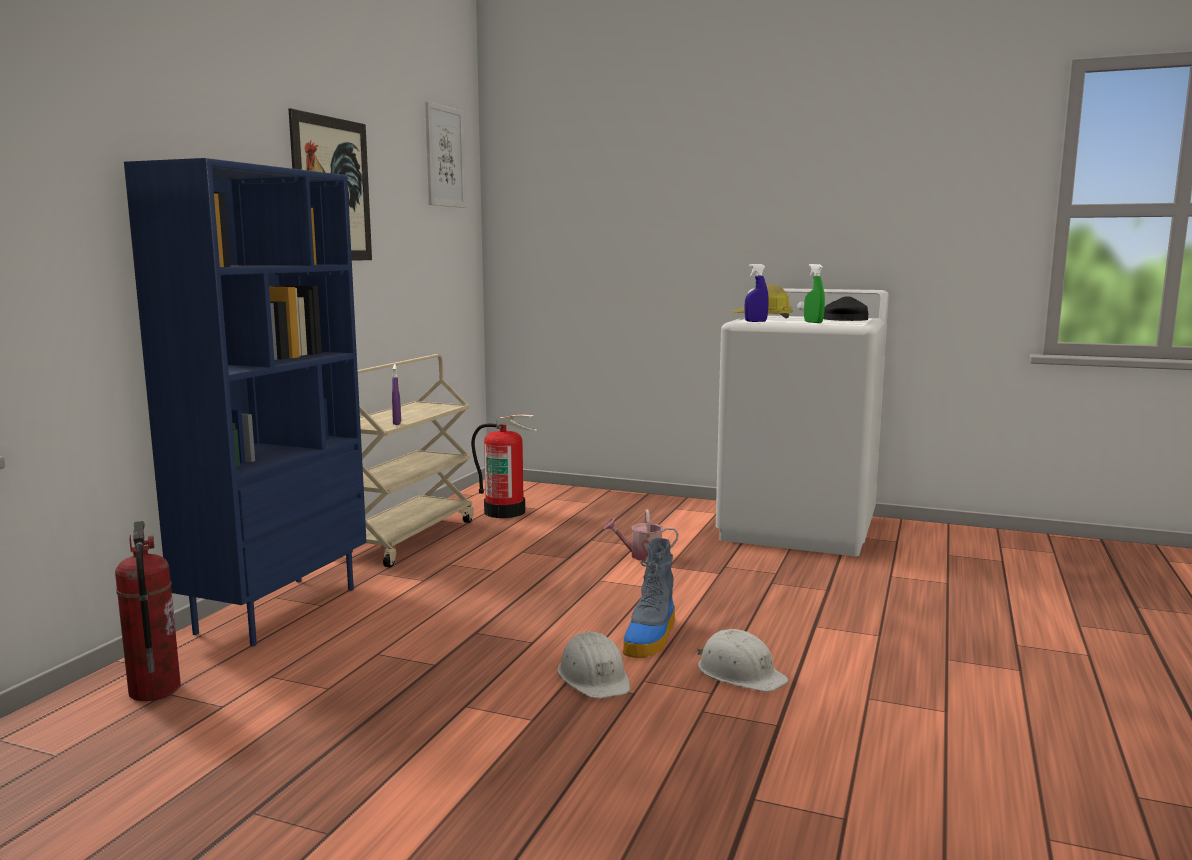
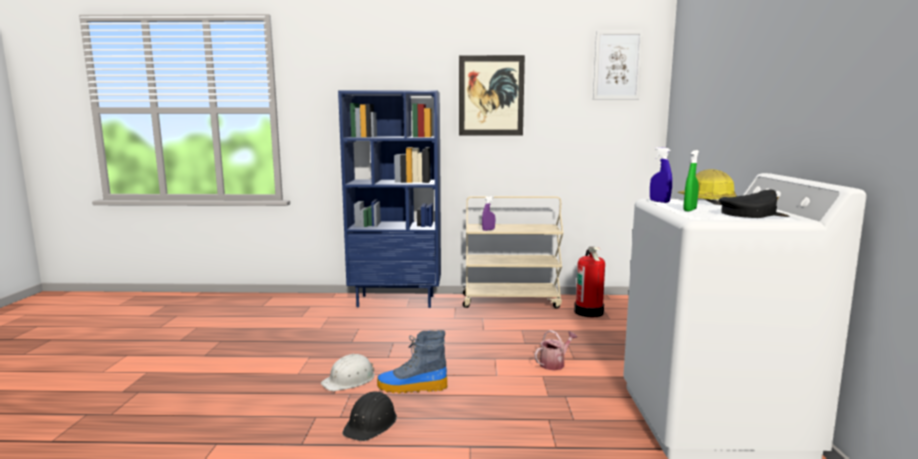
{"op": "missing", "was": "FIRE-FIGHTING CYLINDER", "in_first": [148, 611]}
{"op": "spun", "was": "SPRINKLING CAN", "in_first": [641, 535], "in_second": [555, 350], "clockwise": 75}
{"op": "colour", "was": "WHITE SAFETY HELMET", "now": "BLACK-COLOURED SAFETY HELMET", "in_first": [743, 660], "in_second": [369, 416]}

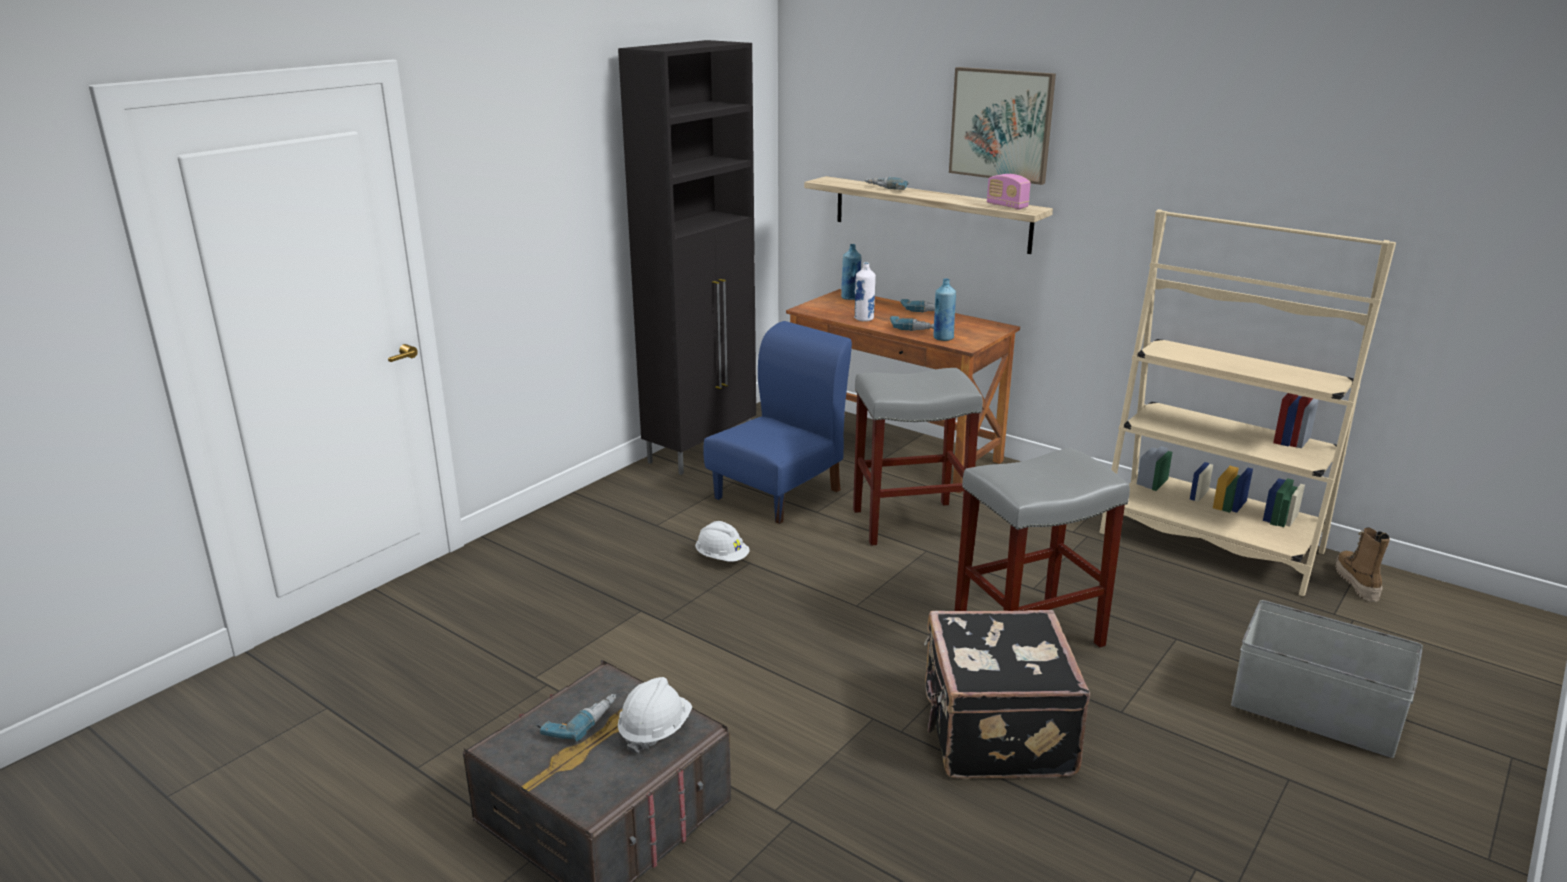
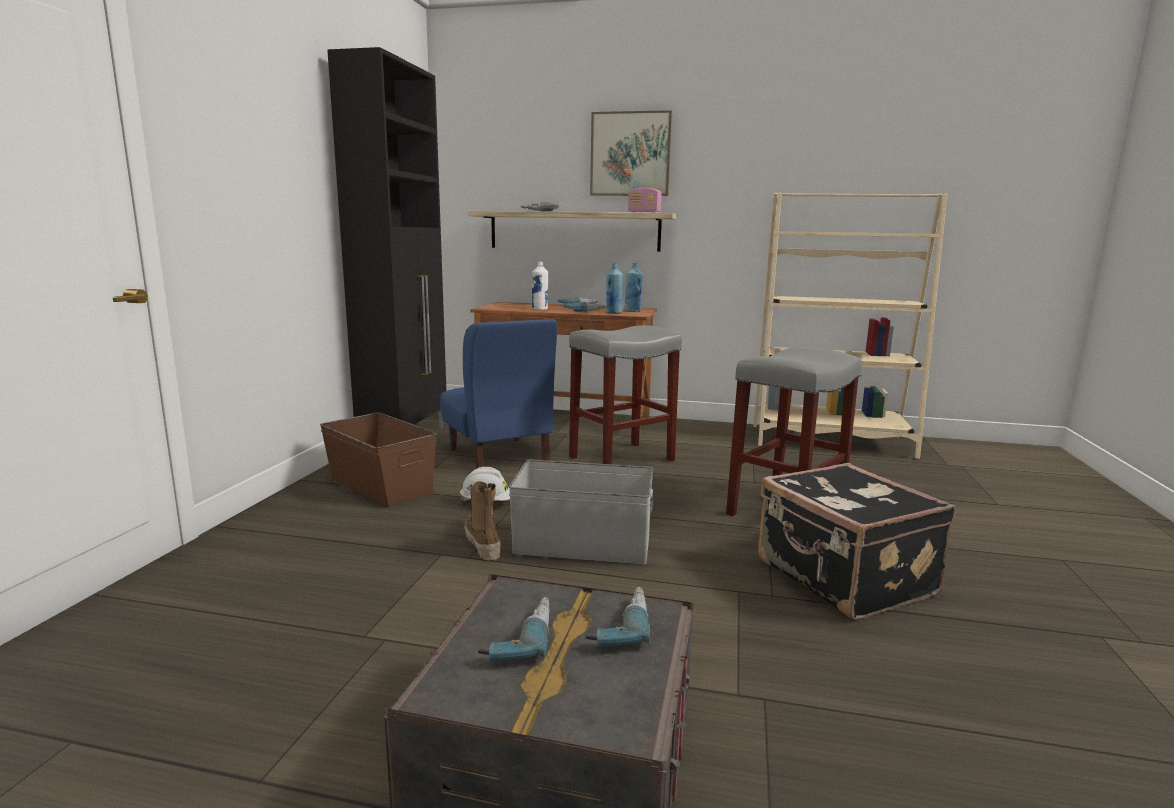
{"op": "exchanged", "was": "WHITE SAFETY HELMET", "now": "DRILL", "in_first": [655, 715], "in_second": [617, 616]}
{"op": "spun", "was": "BLUE-COLOURED CHAIR", "in_first": [778, 422], "in_second": [498, 394], "clockwise": 135}
{"op": "relocated", "was": "BLUE-COLOURED BOTTLE", "in_first": [851, 272], "in_second": [633, 287]}
{"op": "relocated", "was": "GREYISH STORAGE CONTAINER", "in_first": [1327, 679], "in_second": [581, 512]}
{"op": "relocated", "was": "BOOT", "in_first": [1362, 565], "in_second": [483, 521]}
{"op": "appeared", "now": "BROWN-COLOURED STORAGE CONTAINER", "in_second": [378, 460]}

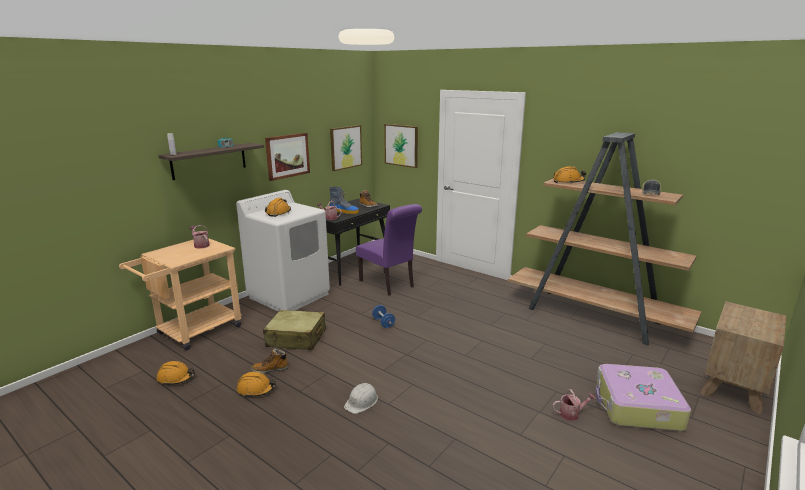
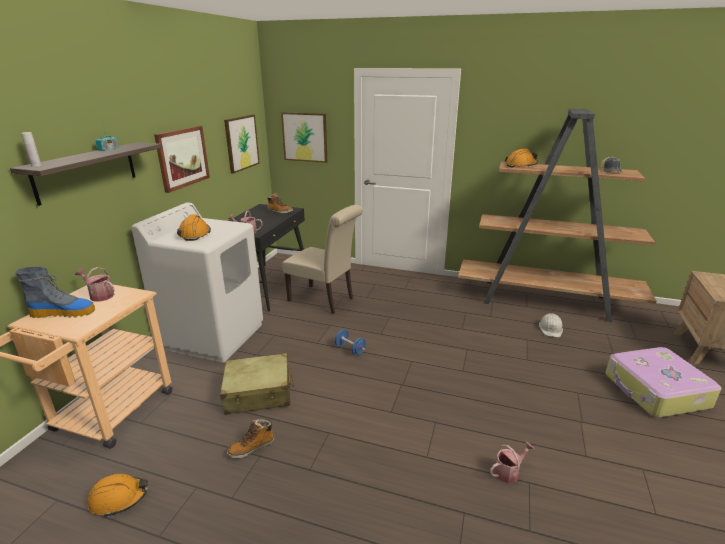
{"op": "missing", "was": "ORANGE-COLOURED SAFETY HELMET", "in_first": [256, 385]}
{"op": "relocated", "was": "BOOT", "in_first": [344, 200], "in_second": [55, 292]}
{"op": "relocated", "was": "WHITE SAFETY HELMET", "in_first": [361, 398], "in_second": [551, 325]}
{"op": "colour", "was": "PURPLE-COLOURED CHAIR", "now": "BEIGE-COLOURED CHAIR", "in_first": [389, 250], "in_second": [322, 259]}
{"op": "relocated", "was": "SPRINKLING CAN", "in_first": [574, 405], "in_second": [512, 462]}

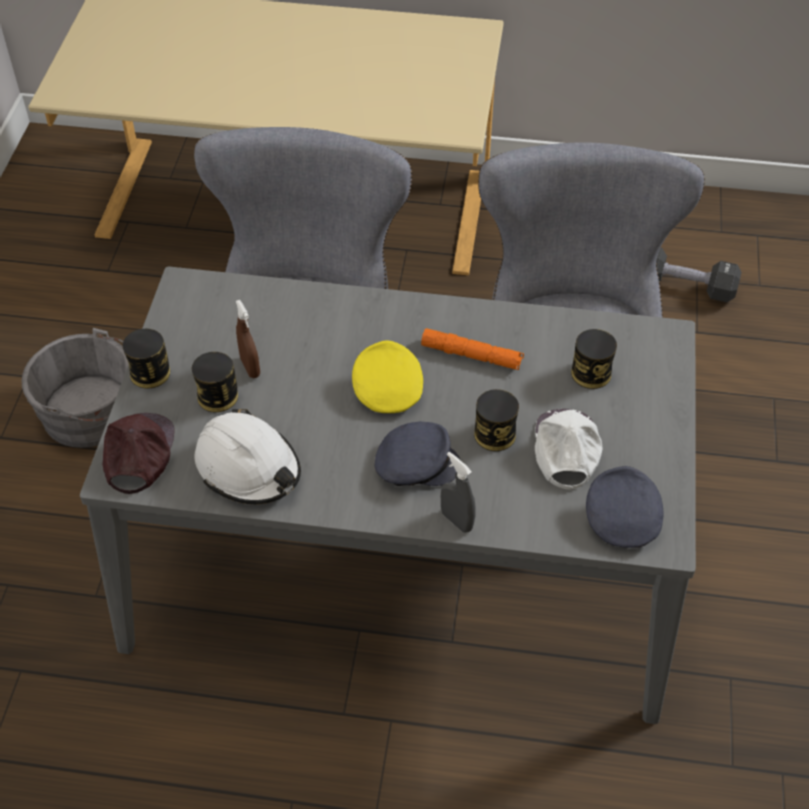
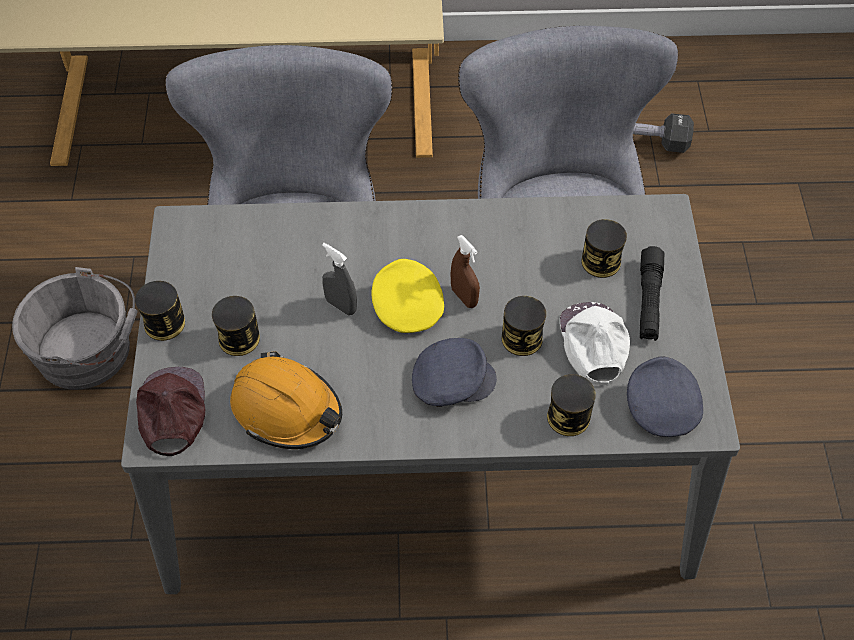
{"op": "colour", "was": "WHITE SAFETY HELMET", "now": "ORANGE-COLOURED SAFETY HELMET", "in_first": [248, 456], "in_second": [286, 400]}
{"op": "relocated", "was": "BROWN-COLOURED HAND SPRAYER", "in_first": [248, 339], "in_second": [465, 271]}
{"op": "missing", "was": "ORANGE-COLOURED HAND TORCH", "in_first": [472, 349]}
{"op": "relocated", "was": "GREYISH HAND SPRAYER", "in_first": [458, 492], "in_second": [339, 279]}
{"op": "appeared", "now": "CAN", "in_second": [571, 405]}
{"op": "appeared", "now": "BLACK-COLOURED HAND TORCH", "in_second": [652, 293]}

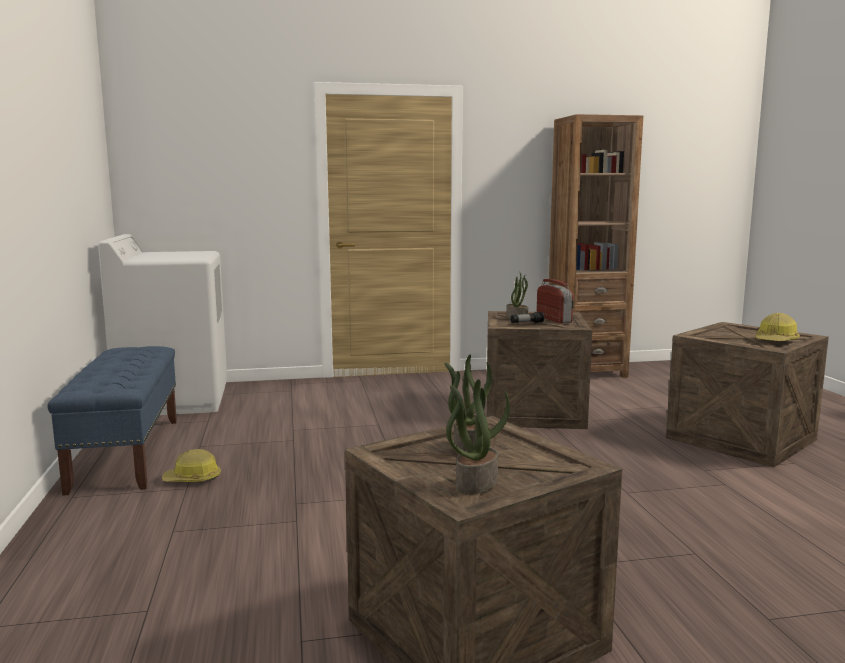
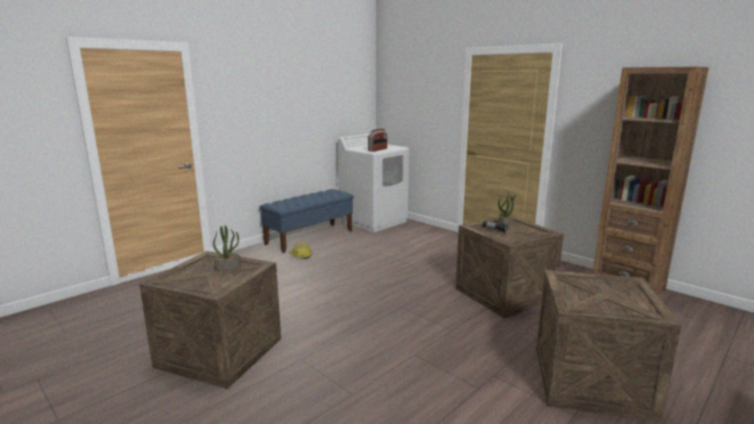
{"op": "missing", "was": "POTTED PLANT", "in_first": [478, 436]}
{"op": "relocated", "was": "RADIO", "in_first": [555, 301], "in_second": [377, 140]}
{"op": "missing", "was": "SAFETY HELMET", "in_first": [778, 327]}

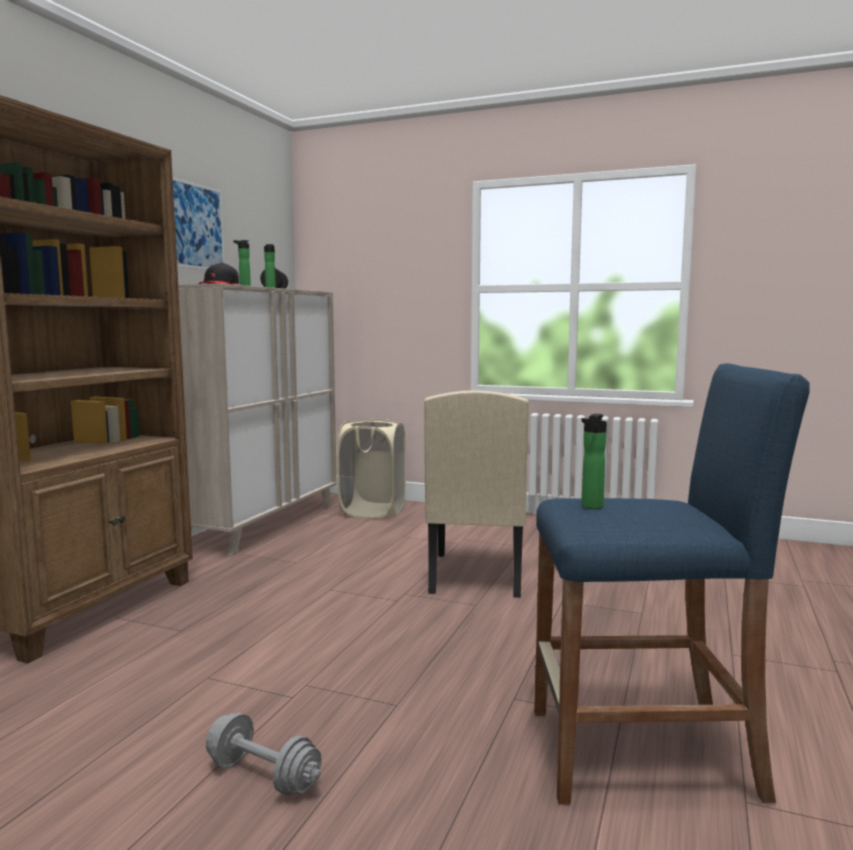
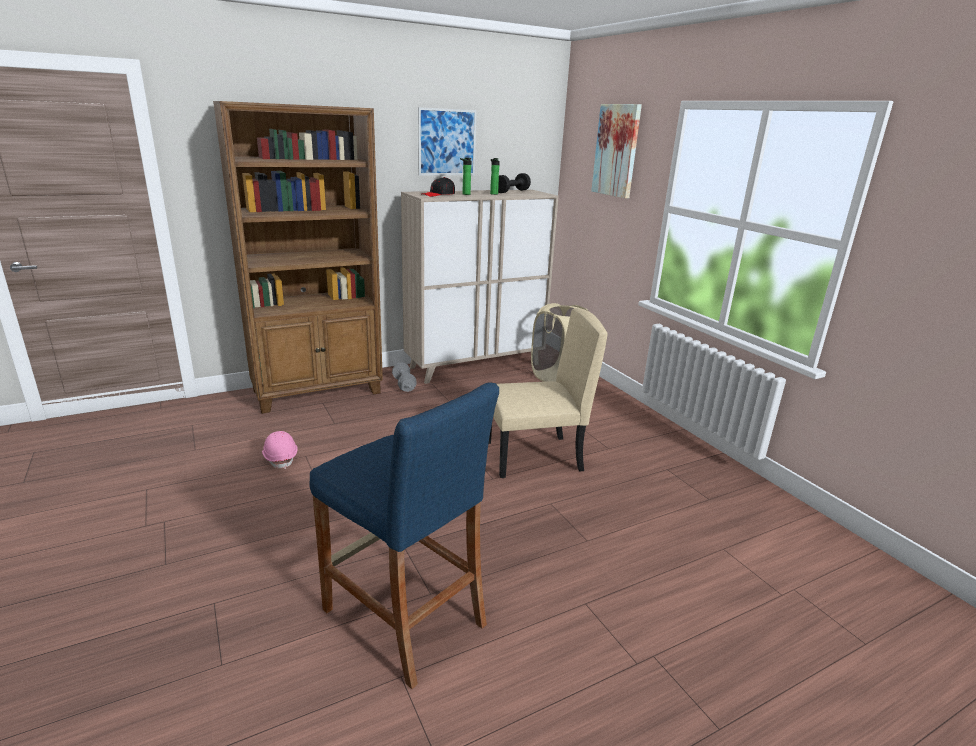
{"op": "relocated", "was": "GREYISH FREE WEIGHT", "in_first": [264, 753], "in_second": [404, 377]}
{"op": "spun", "was": "BEIGE-COLOURED CHAIR", "in_first": [476, 494], "in_second": [548, 393], "clockwise": -150}
{"op": "missing", "was": "BOTTLE", "in_first": [594, 461]}
{"op": "appeared", "now": "PINK-COLOURED SAFETY HELMET", "in_second": [280, 450]}
{"op": "appeared", "now": "PICTURE", "in_second": [616, 151]}

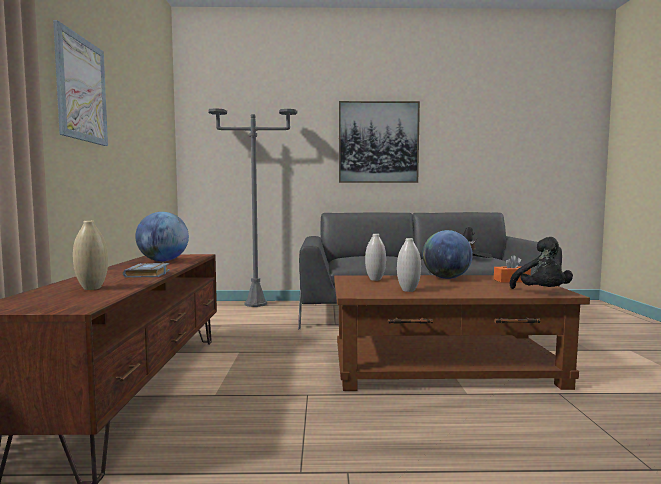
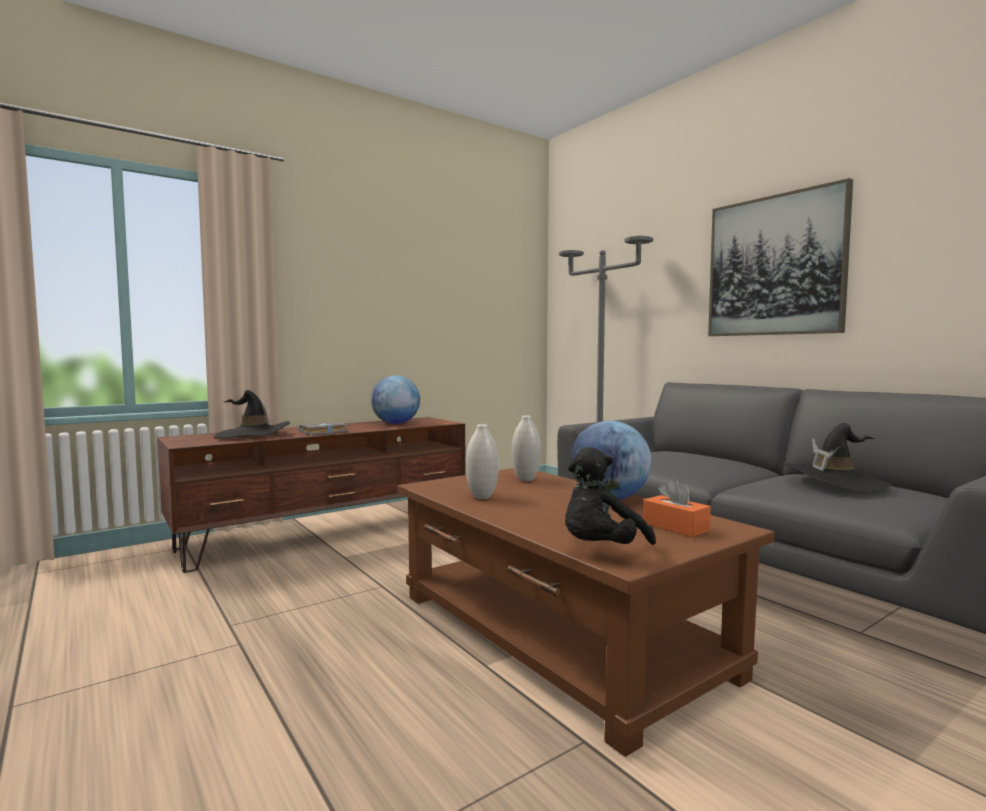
{"op": "missing", "was": "PICTURE", "in_first": [80, 83]}
{"op": "exchanged", "was": "BEIGE-COLOURED VASE", "now": "BLACK-COLOURED CLOTHING HAT", "in_first": [90, 255], "in_second": [251, 414]}

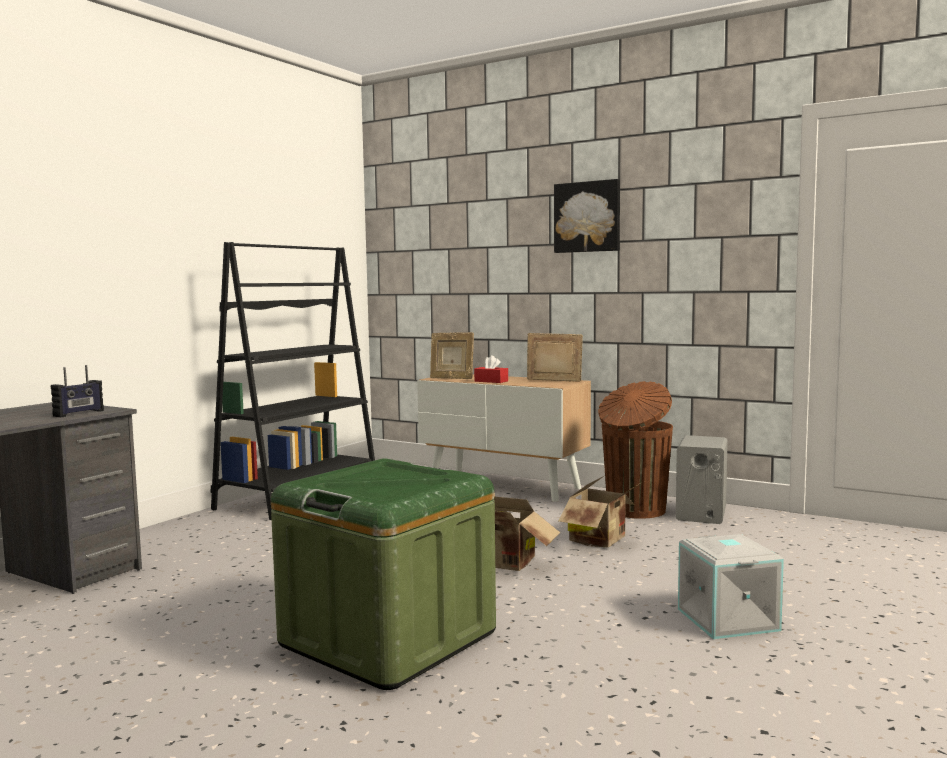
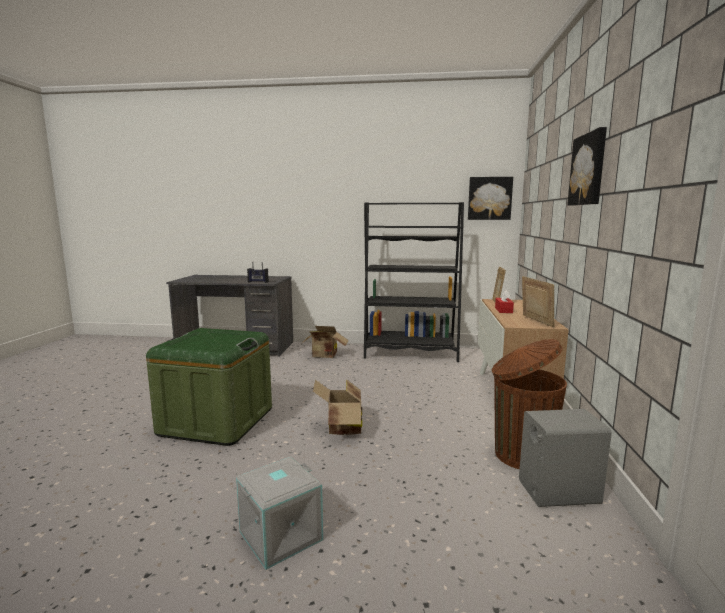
{"op": "relocated", "was": "CARTON", "in_first": [601, 512], "in_second": [325, 342]}
{"op": "appeared", "now": "PICTURE", "in_second": [490, 198]}

